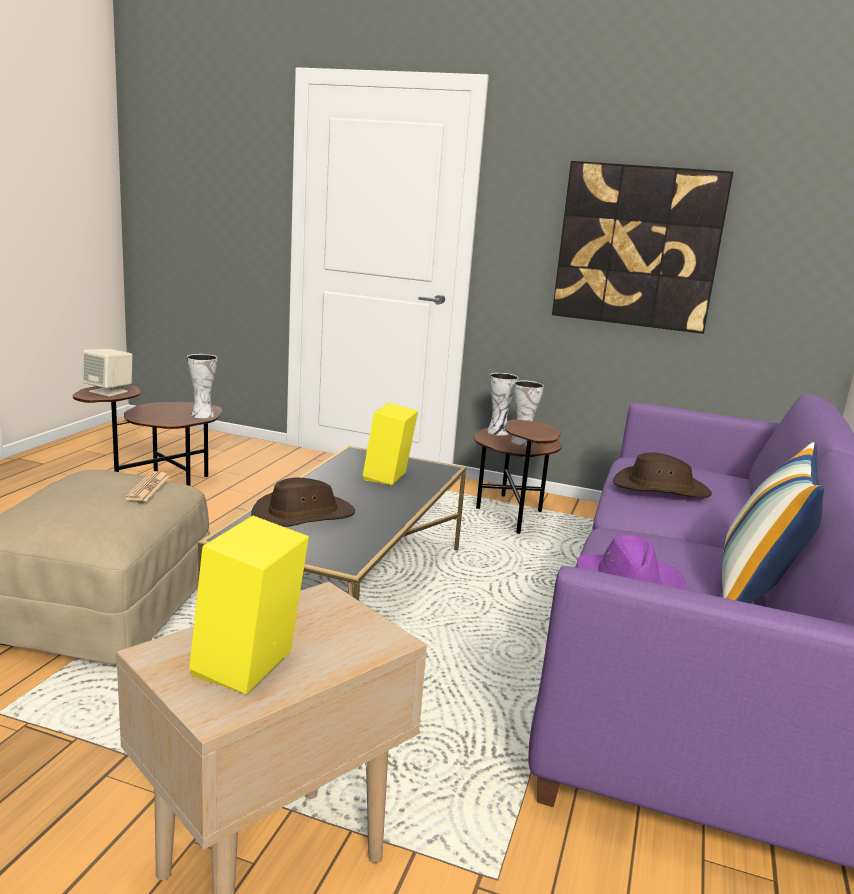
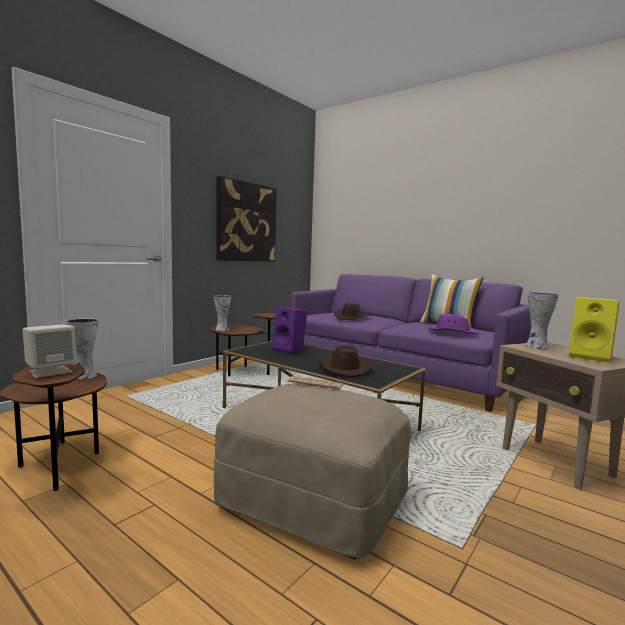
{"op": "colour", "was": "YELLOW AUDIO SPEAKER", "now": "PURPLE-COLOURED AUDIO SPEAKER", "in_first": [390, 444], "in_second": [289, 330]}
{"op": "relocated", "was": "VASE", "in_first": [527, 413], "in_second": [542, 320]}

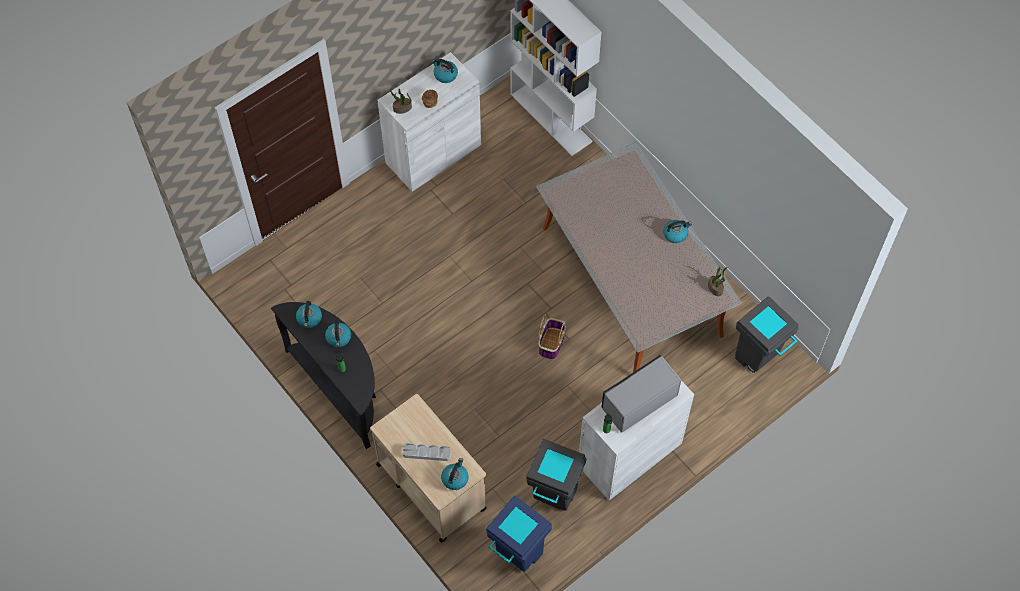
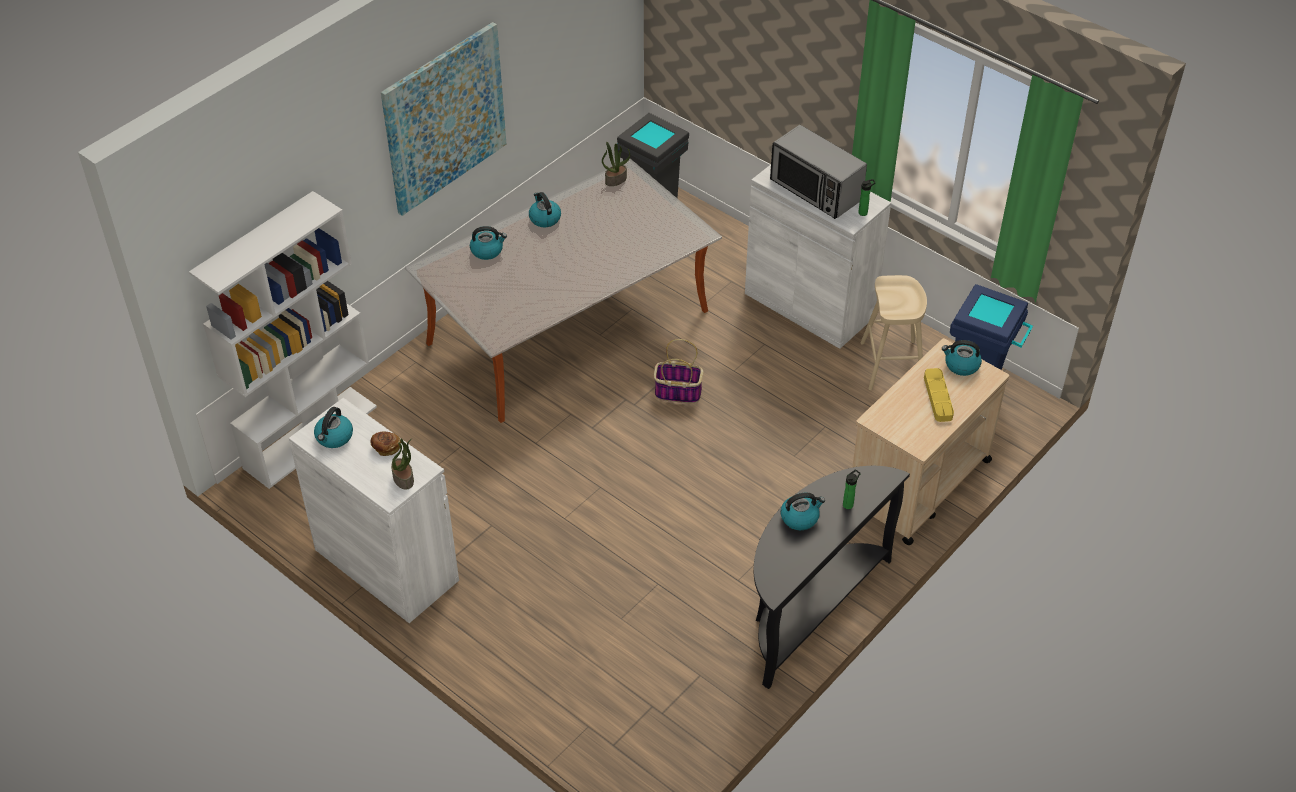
{"op": "relocated", "was": "WATER KETTLE", "in_first": [309, 314], "in_second": [488, 243]}
{"op": "colour", "was": "GREYISH TRAY", "now": "YELLOW TRAY", "in_first": [426, 452], "in_second": [939, 395]}
{"op": "exchanged", "was": "GREYISH RUBBISH BIN", "now": "BEIGE-COLOURED STOOL", "in_first": [556, 475], "in_second": [893, 332]}
{"op": "appeared", "now": "PICTURE", "in_second": [443, 119]}

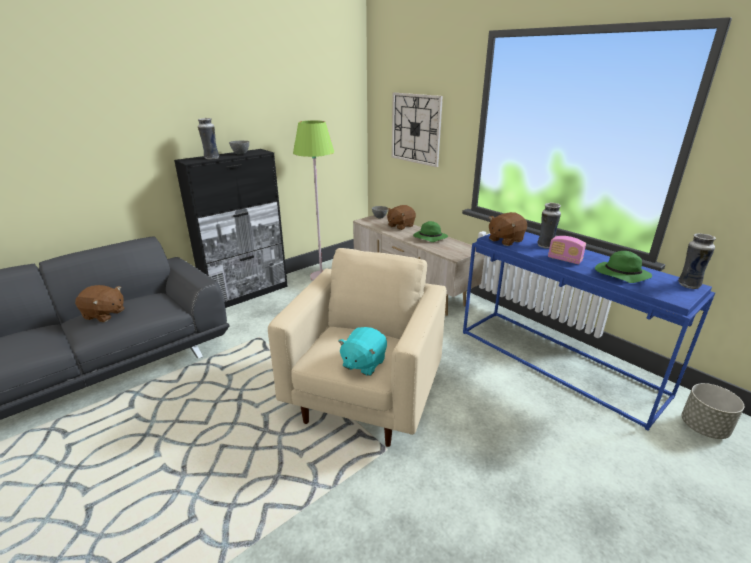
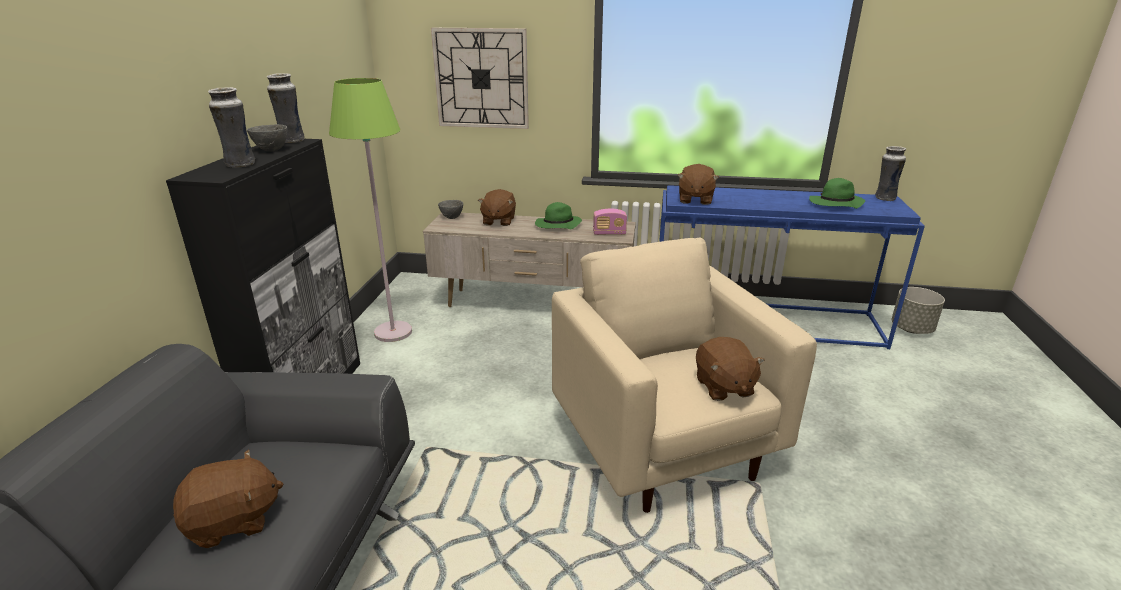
{"op": "colour", "was": "BLUE-GREEN PLUSH TOY", "now": "BROWN-COLOURED PLUSH TOY", "in_first": [362, 351], "in_second": [730, 369]}
{"op": "relocated", "was": "VASE", "in_first": [549, 226], "in_second": [286, 108]}
{"op": "relocated", "was": "RADIO", "in_first": [567, 250], "in_second": [610, 222]}

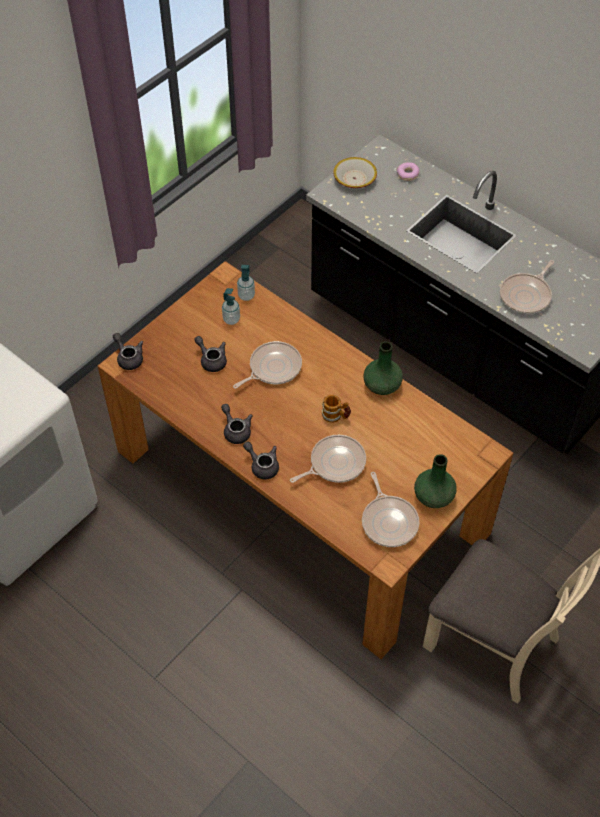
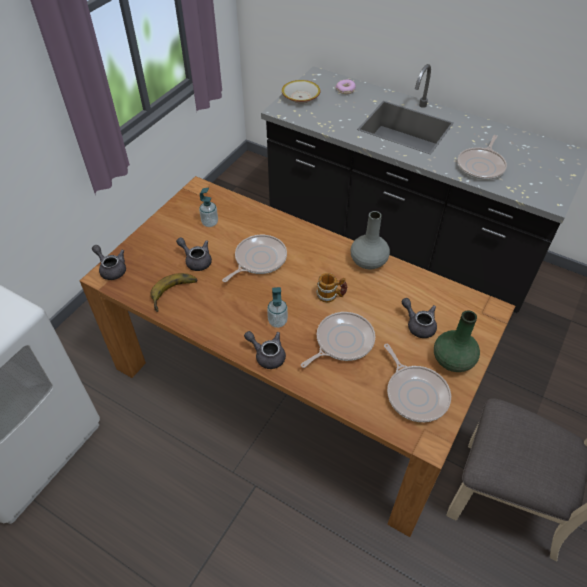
{"op": "relocated", "was": "GREYISH POT FOR TEA", "in_first": [237, 424], "in_second": [419, 318]}
{"op": "relocated", "was": "SOAP DISPENSER", "in_first": [246, 283], "in_second": [277, 307]}
{"op": "colour", "was": "GREEN VASE", "now": "GREYISH VASE", "in_first": [383, 368], "in_second": [370, 240]}
{"op": "appeared", "now": "BANANA", "in_second": [173, 292]}

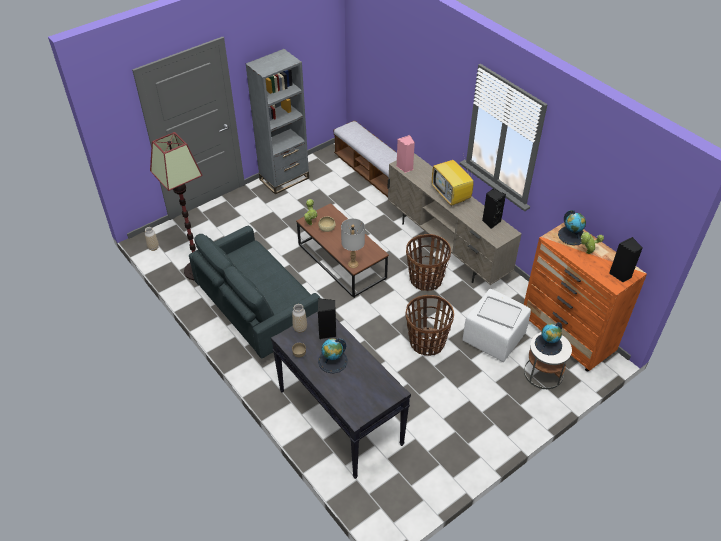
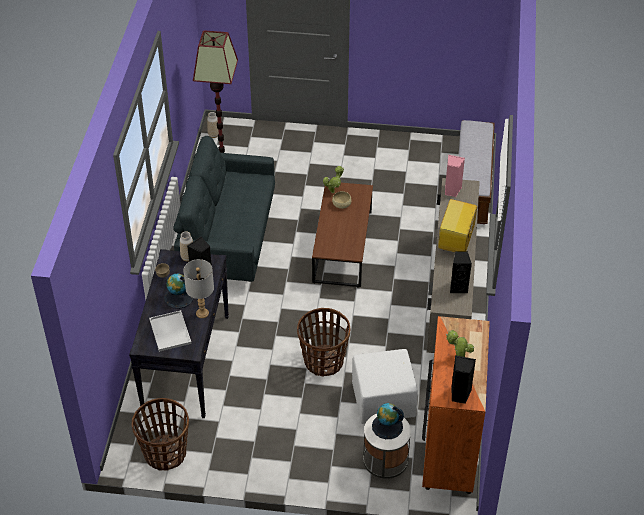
{"op": "missing", "was": "GREYISH BOOKCASE", "in_first": [277, 122]}
{"op": "relocated", "was": "GREYISH LAMP FOR A TABLE", "in_first": [353, 243], "in_second": [198, 288]}
{"op": "relocated", "was": "STORAGE BASKET", "in_first": [428, 262], "in_second": [160, 434]}
{"op": "relocated", "was": "WHITE TRAY", "in_first": [499, 312], "in_second": [170, 331]}
{"op": "missing", "was": "GLOBE", "in_first": [572, 227]}

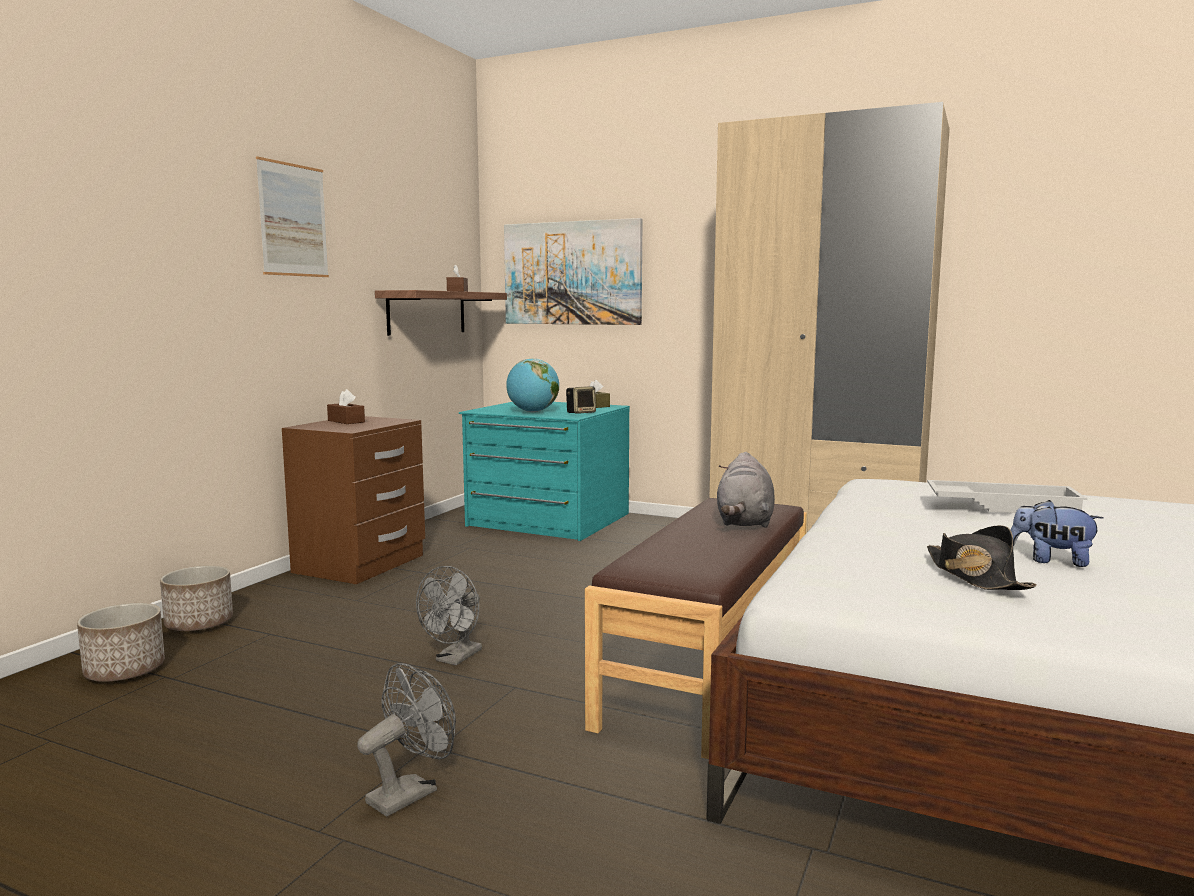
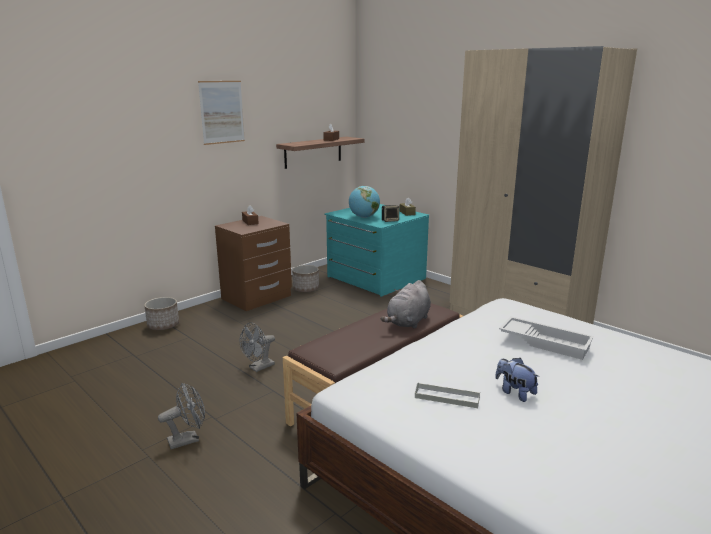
{"op": "relocated", "was": "PLANTER", "in_first": [121, 642], "in_second": [305, 278]}
{"op": "missing", "was": "PICTURE", "in_first": [573, 271]}
{"op": "exchanged", "was": "BLACK-COLOURED CLOTHING HAT", "now": "GREYISH TRAY", "in_first": [982, 557], "in_second": [447, 395]}

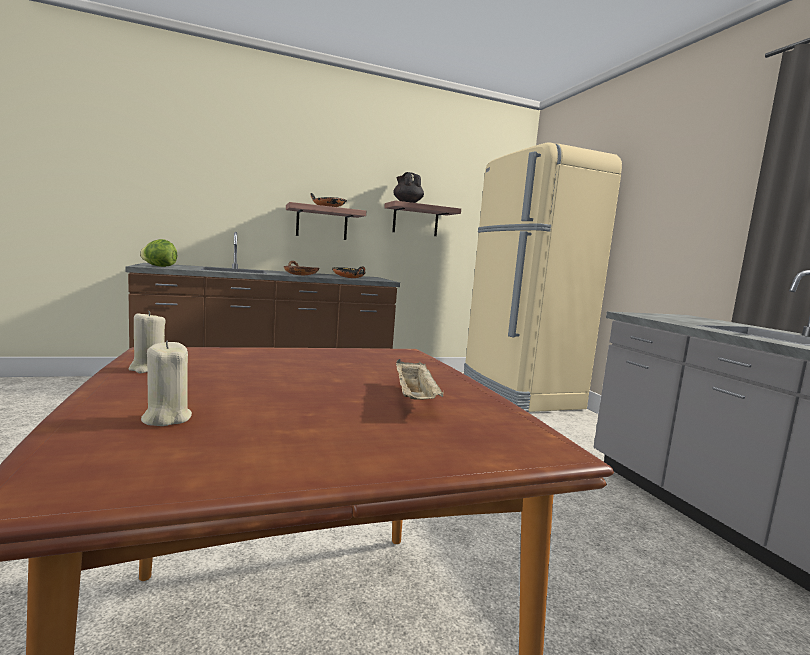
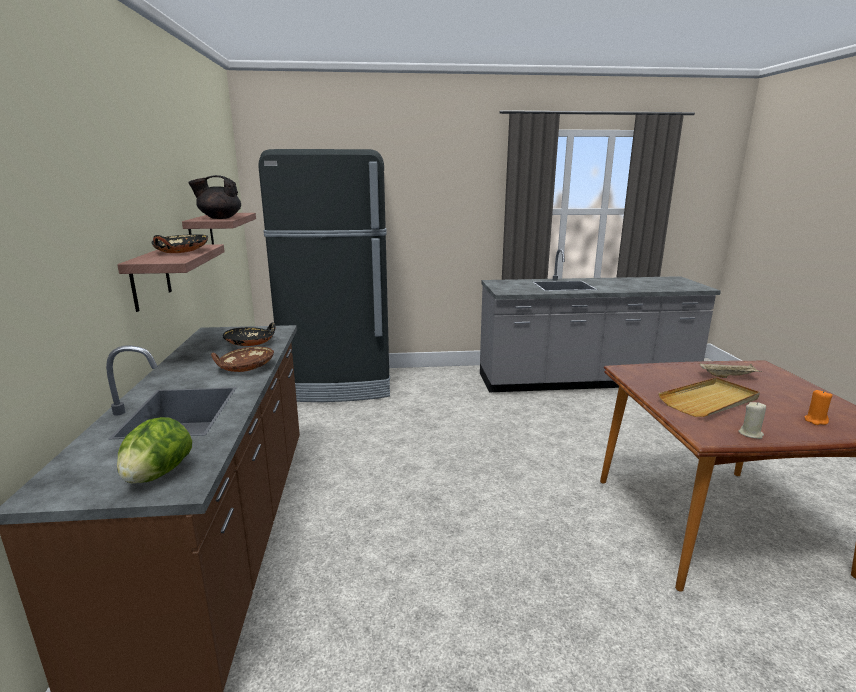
{"op": "colour", "was": "BEIGE-COLOURED WAX LIGHT", "now": "ORANGE-COLOURED WAX LIGHT", "in_first": [166, 383], "in_second": [818, 407]}
{"op": "colour", "was": "BEIGE-COLOURED FRIDGE", "now": "BLACK-COLOURED FRIDGE", "in_first": [543, 277], "in_second": [324, 275]}
{"op": "appeared", "now": "BEIGE-COLOURED TRAY", "in_second": [709, 397]}

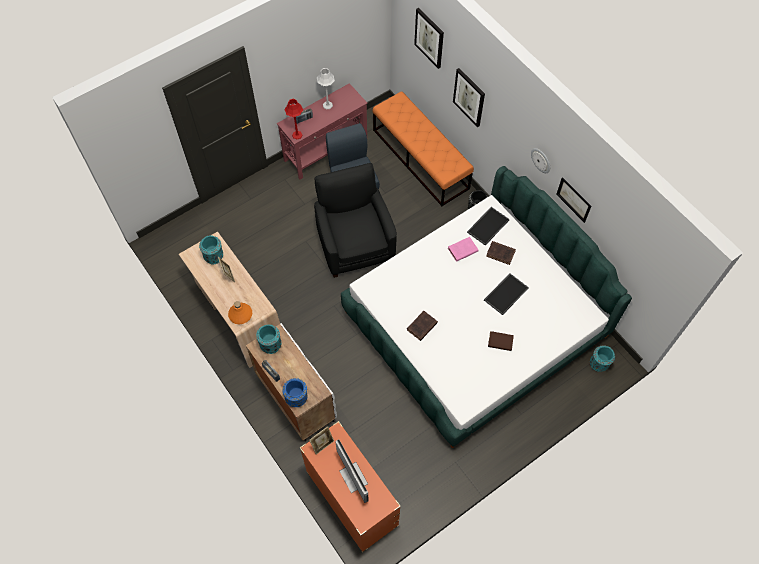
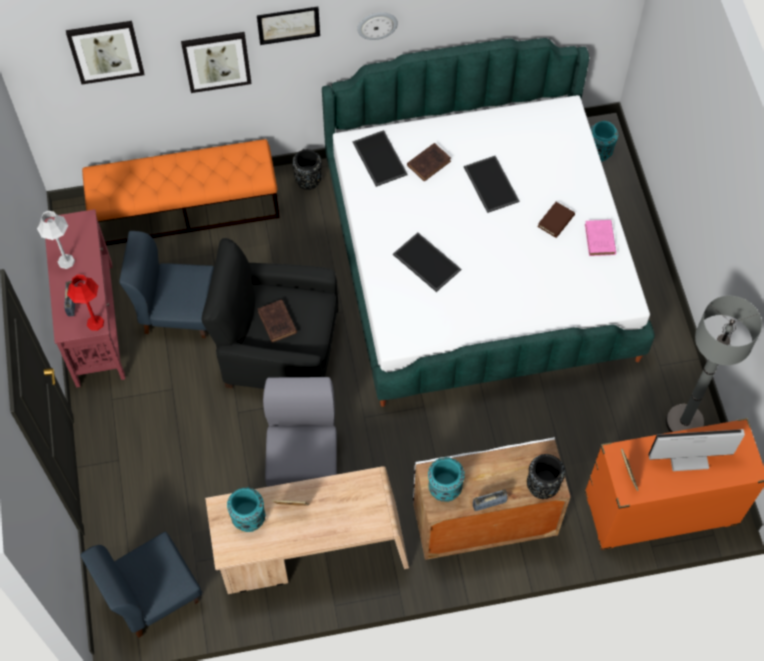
{"op": "missing", "was": "ORANGE-COLOURED BOTTLE", "in_first": [240, 312]}
{"op": "colour", "was": "BLUE-COLOURED VASE", "now": "BLACK-COLOURED VASE", "in_first": [295, 392], "in_second": [546, 476]}
{"op": "relocated", "was": "BROWN-COLOURED BOOK", "in_first": [422, 326], "in_second": [277, 321]}
{"op": "relocated", "was": "PINK-COLOURED BOOK", "in_first": [463, 249], "in_second": [600, 238]}
{"op": "relocated", "was": "PICTURE", "in_first": [573, 200], "in_second": [288, 26]}
{"op": "appeared", "now": "BLUE-COLOURED CHAIR", "in_second": [141, 585]}
{"op": "appeared", "now": "GREYISH CHAIR", "in_second": [300, 432]}
{"op": "appeared", "now": "TRAY", "in_second": [427, 262]}
{"op": "appeared", "now": "GREYISH FLOOR LAMP", "in_second": [714, 364]}

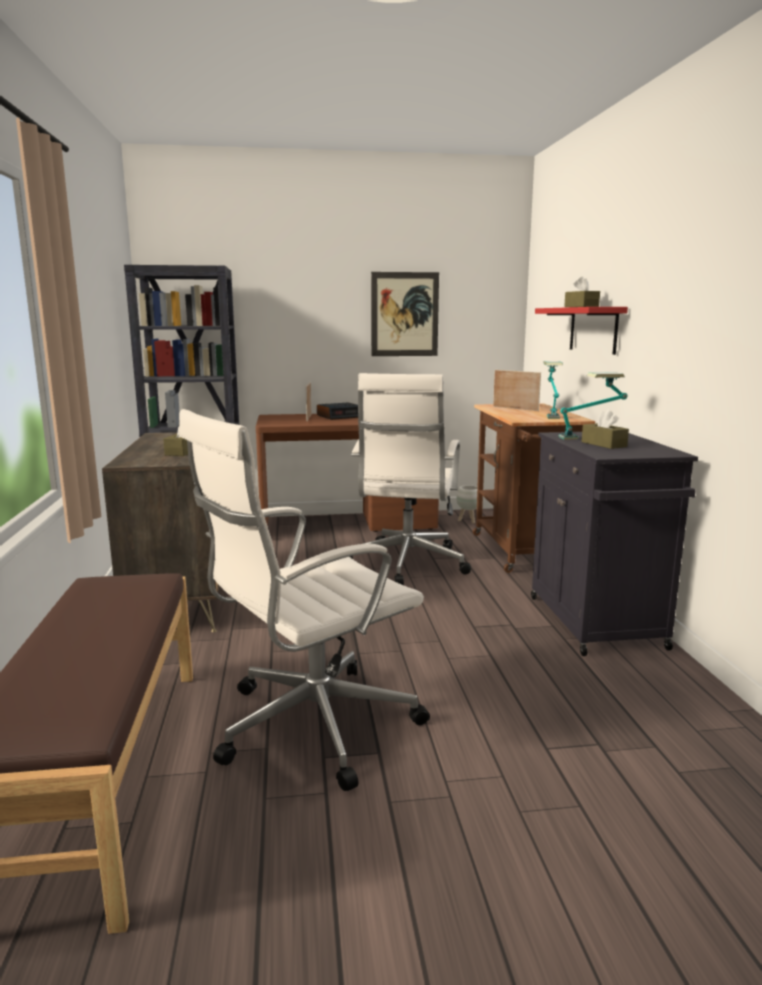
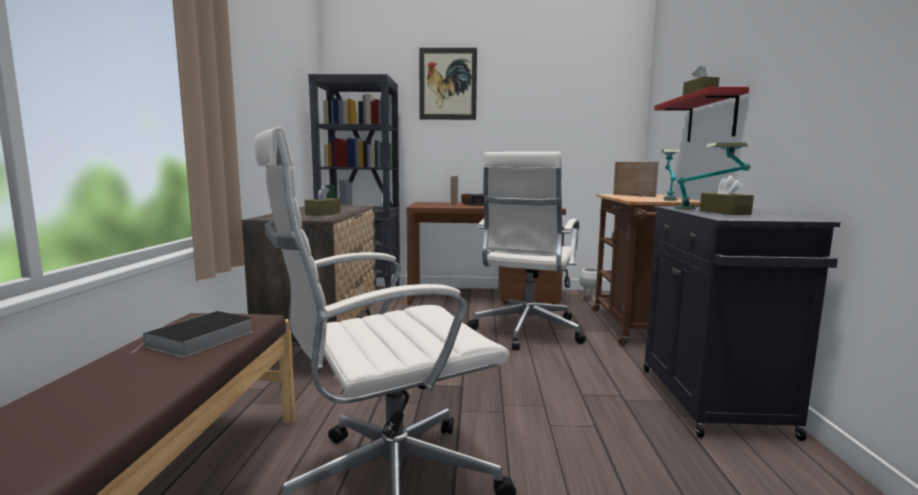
{"op": "relocated", "was": "PICTURE", "in_first": [405, 314], "in_second": [448, 84]}
{"op": "appeared", "now": "BOOK", "in_second": [192, 334]}

